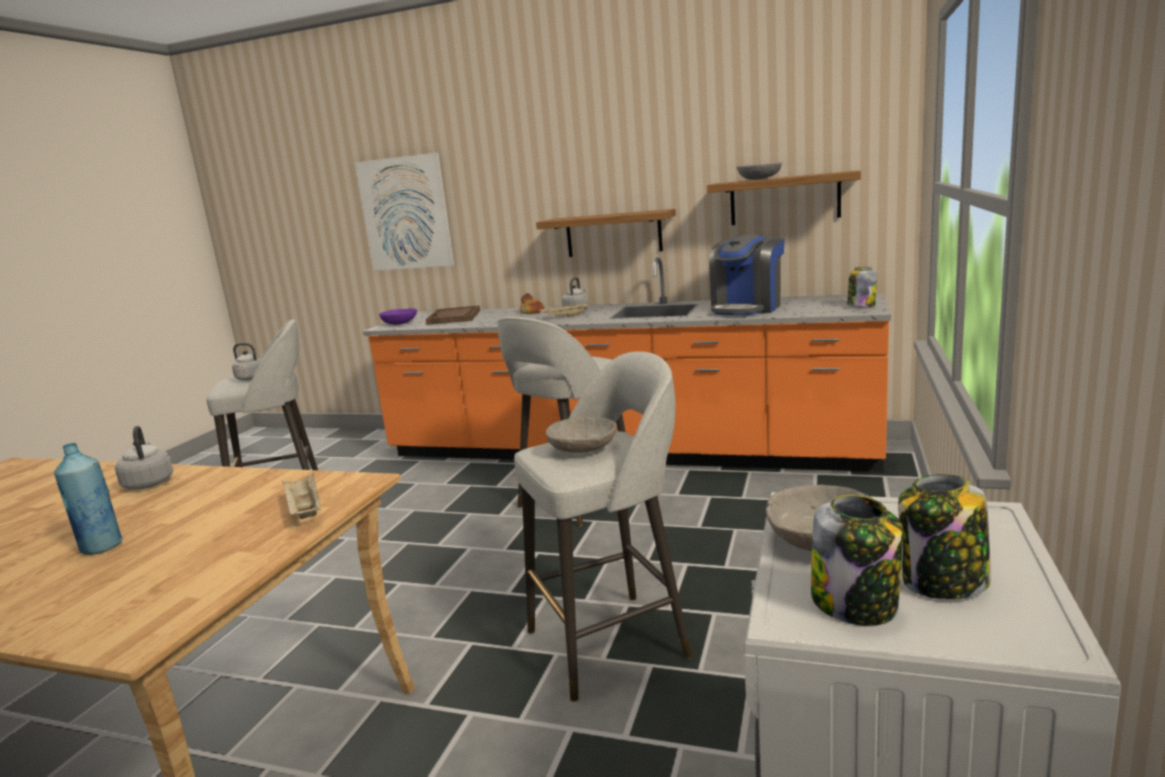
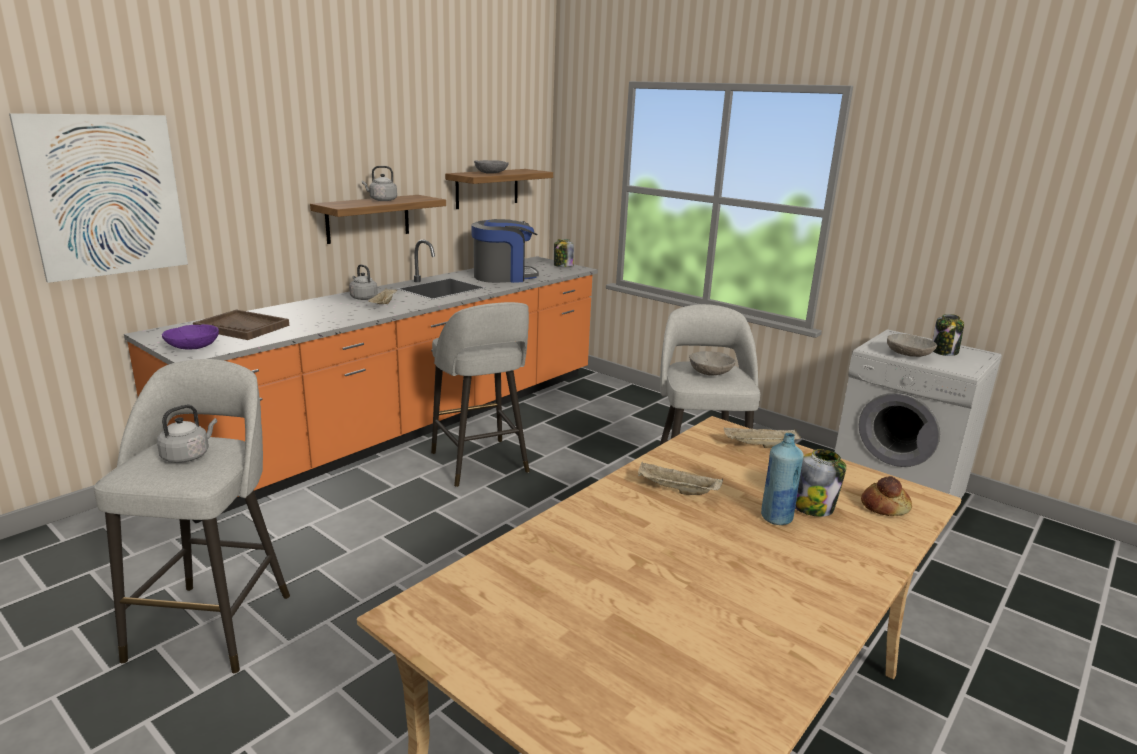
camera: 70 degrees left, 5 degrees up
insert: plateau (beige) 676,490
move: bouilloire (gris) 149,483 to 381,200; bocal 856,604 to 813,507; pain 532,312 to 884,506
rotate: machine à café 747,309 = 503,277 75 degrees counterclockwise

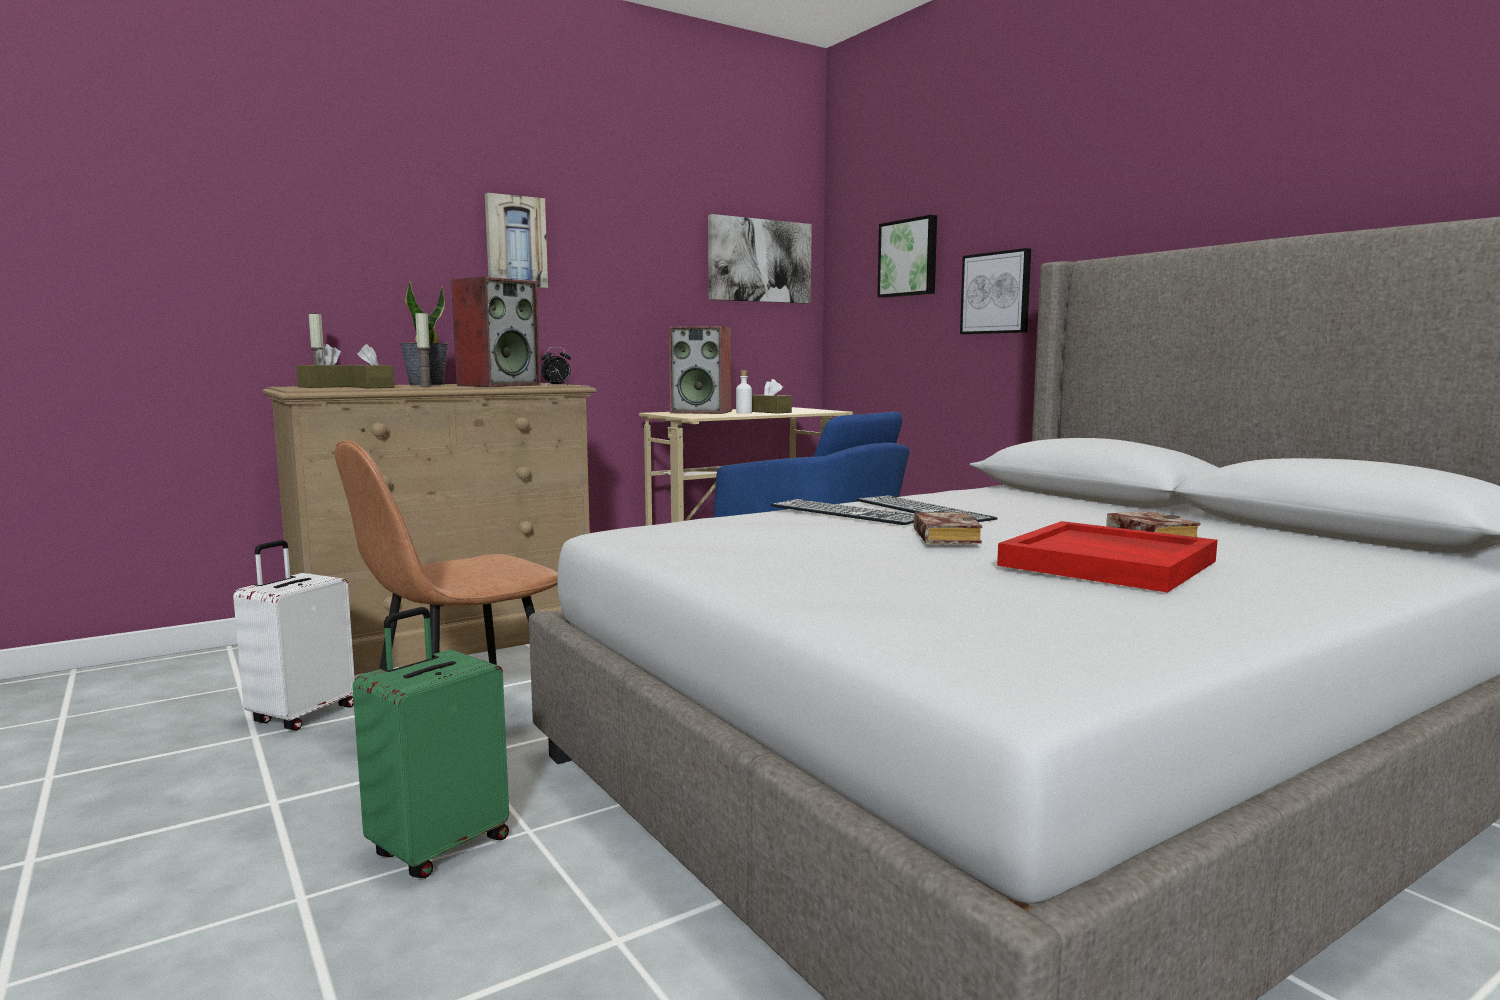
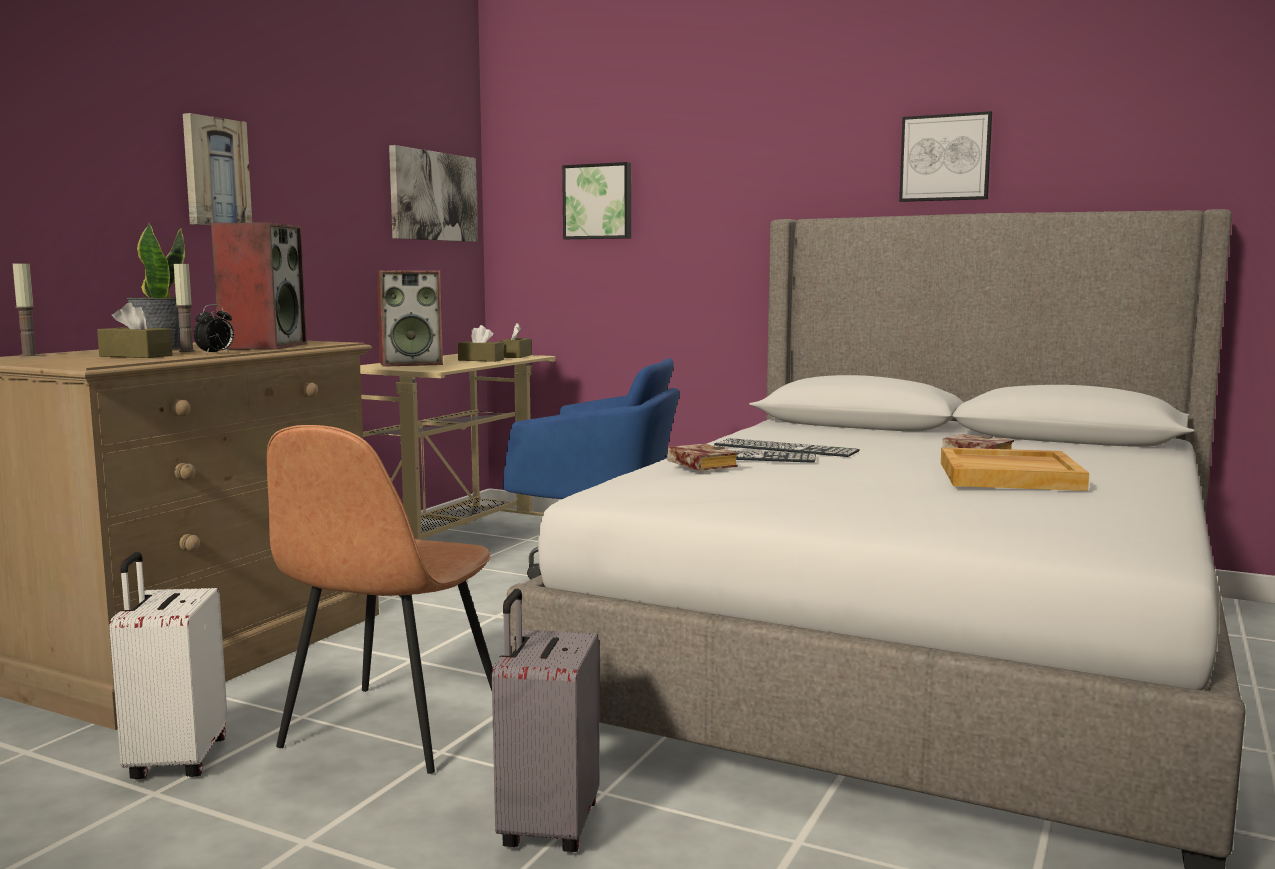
camera: 30 degrees left, 0 degrees up
delete: bouteille (blanc) 744,413
move: réveil 557,385 to 215,354; boîte à mouchoirs (marron) 328,387 to 516,356; livre 942,536 to 698,464; tableau 996,293 to 945,158
recolor: valise (vert) 439,847 to valise (gris) 546,827; plateau (rouge) 1109,563 to plateau (beige) 1010,475

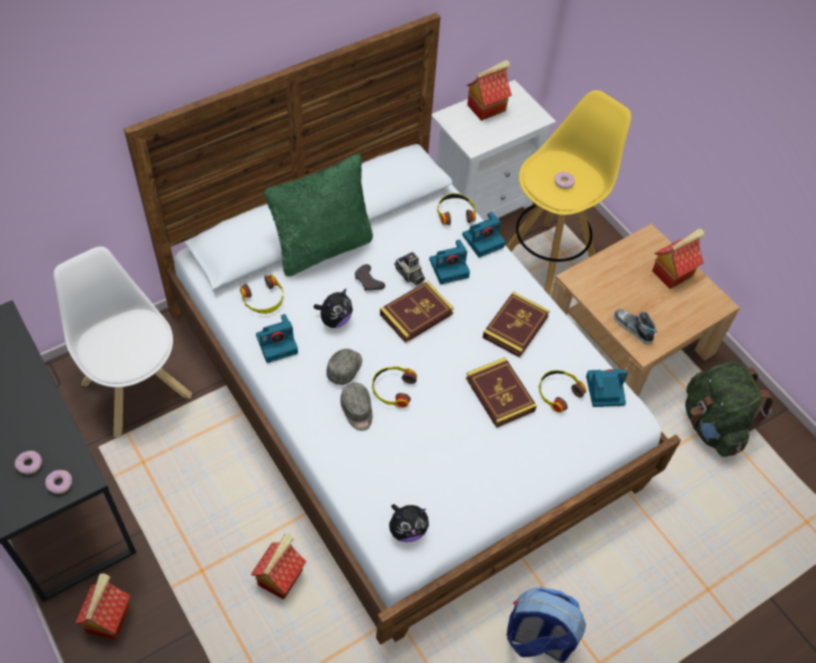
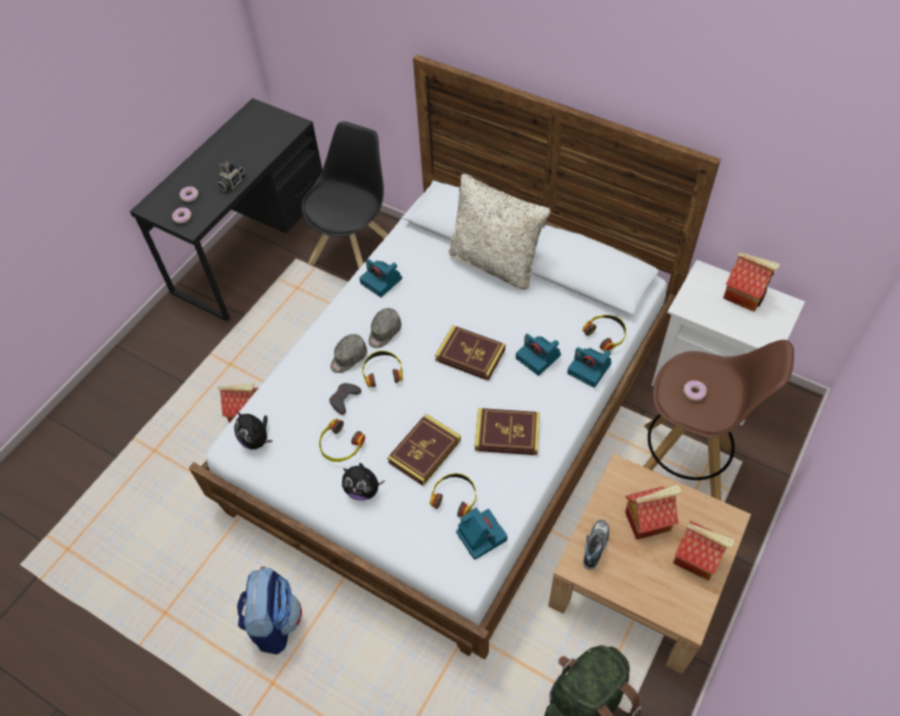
camera: 70 degrees right, 0 degrees up
move: appareil photo 409,275 to 231,182; casque audio 264,299 to 340,445; manette (gris) 368,281 to 344,399; peluche 335,320 to 363,490; maison miniature 108,617 to 648,520
recolor: chaise (blanc) 135,387 to chaise (noir) 355,251; coussin (vert) 324,249 to coussin (beige) 495,266; tabouret (jaune) 547,260 to tabouret (marron) 683,466
rotate: casquette (gris) 345,369 = 384,333 120 degrees clockwise

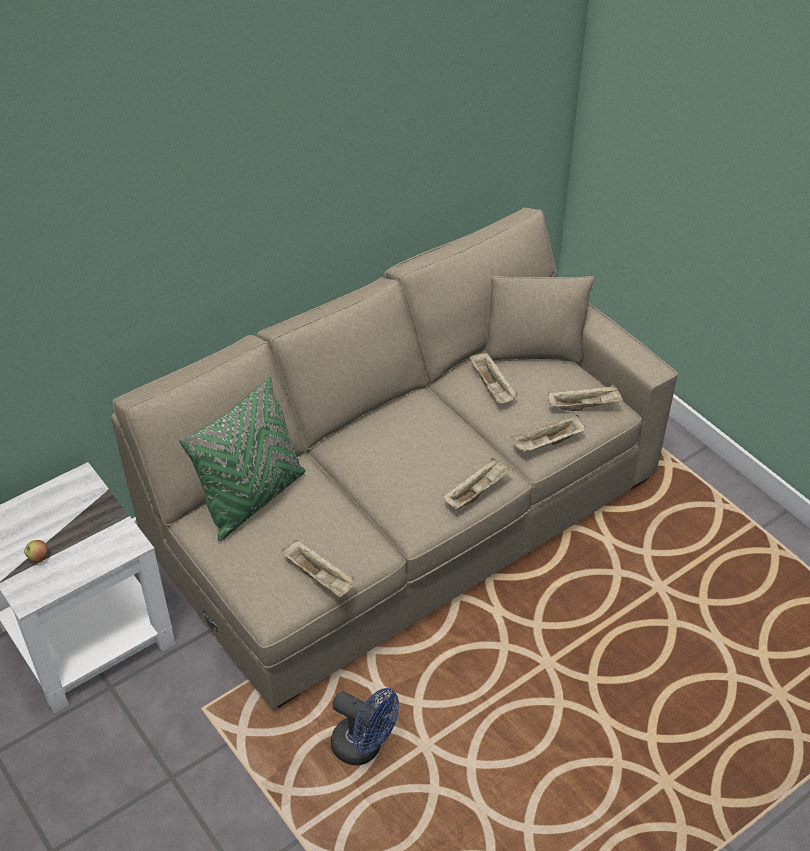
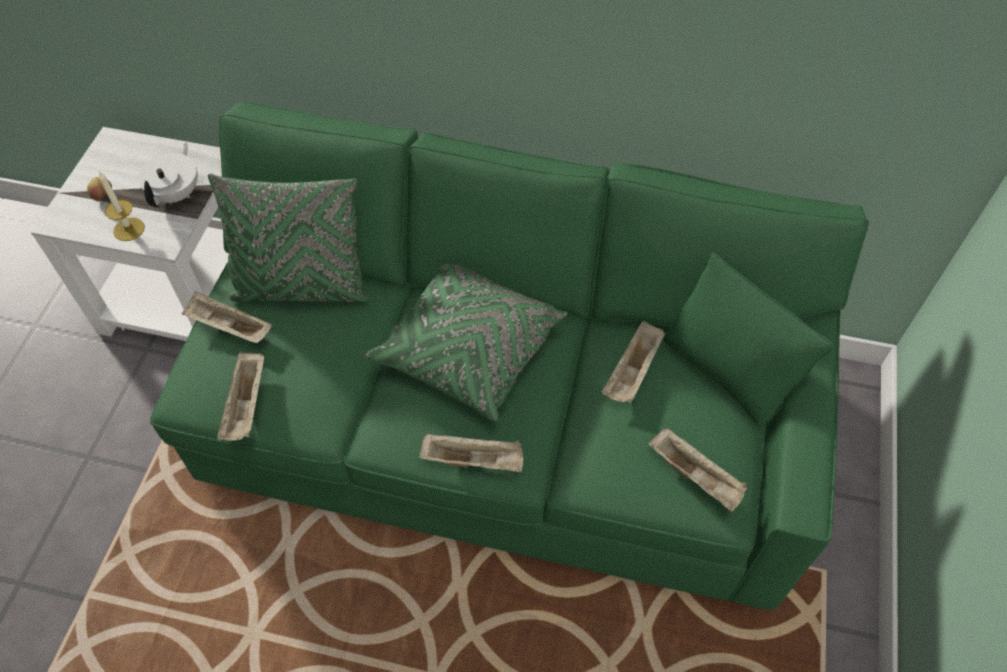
camera: 50 degrees right, 10 degrees up
delete: ventilateur (bleu) 364,747
insert: bougie 129,229; théière (blanc) 177,194; coussin (vert) 469,349
move: plateau (beige) 547,443 to 229,327
recolor: canapé (beige) 404,515 to canapé (vert) 504,420

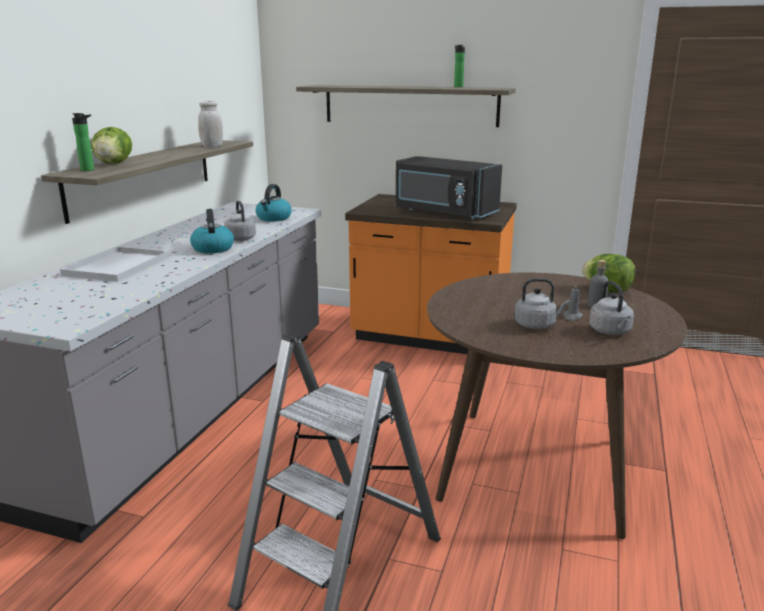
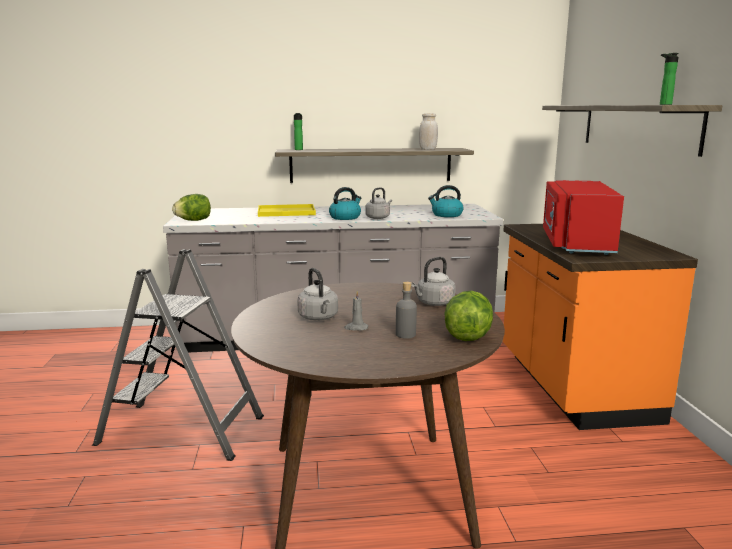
camera: 65 degrees right, 5 degrees down
move: laitue 113,163 to 194,220; bouilloire (gris) 611,332 to 433,303
recolor: plateau (blanc) 118,265 to plateau (jaune) 287,212; micro-ondes (noir) 443,212 to micro-ondes (rouge) 575,243

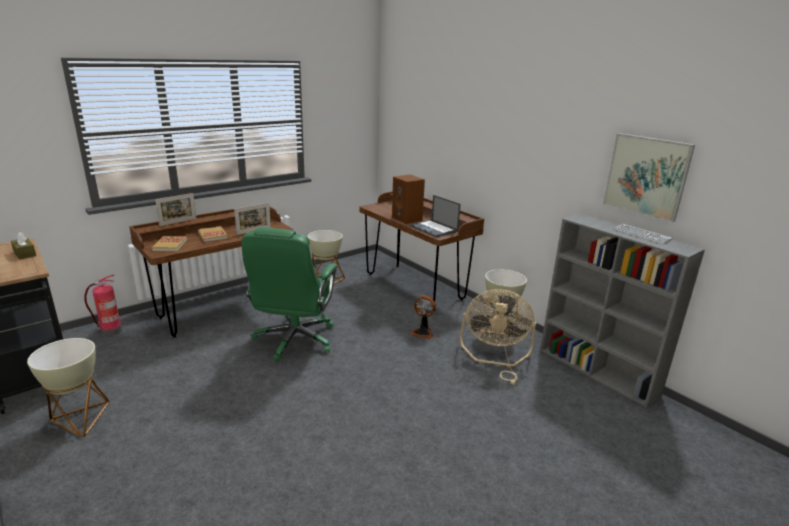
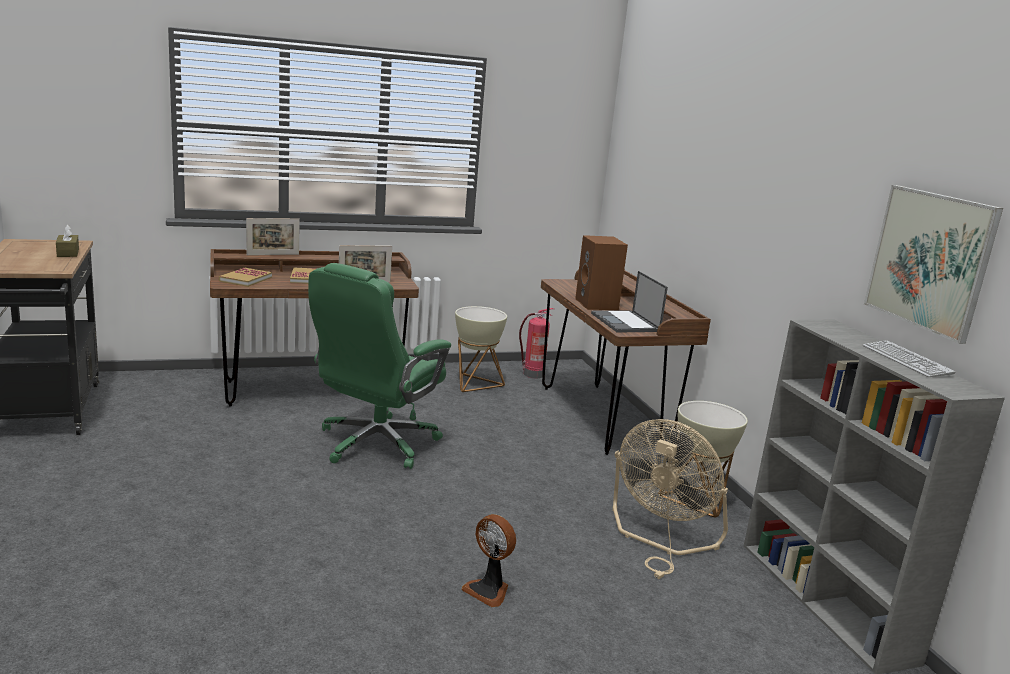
camera: 20 degrees right, 5 degrees down
delete: cache-pot 80,419
move: ventilateur 423,332 to 489,590; extincteur 110,332 to 532,374

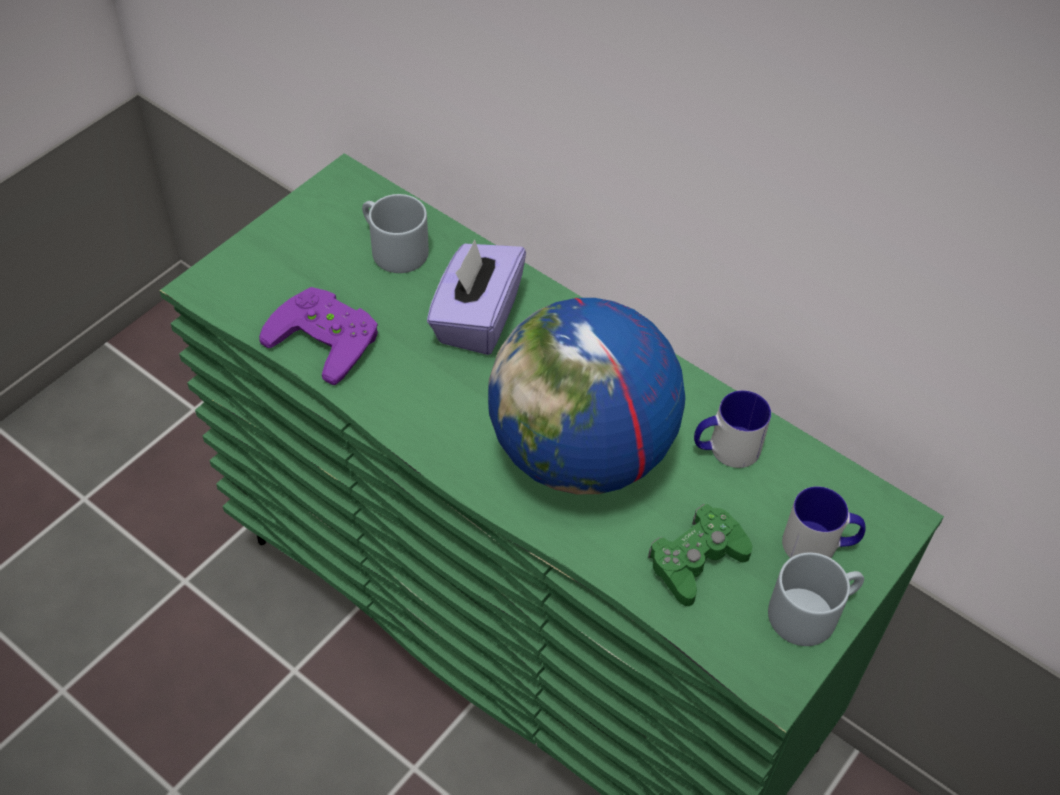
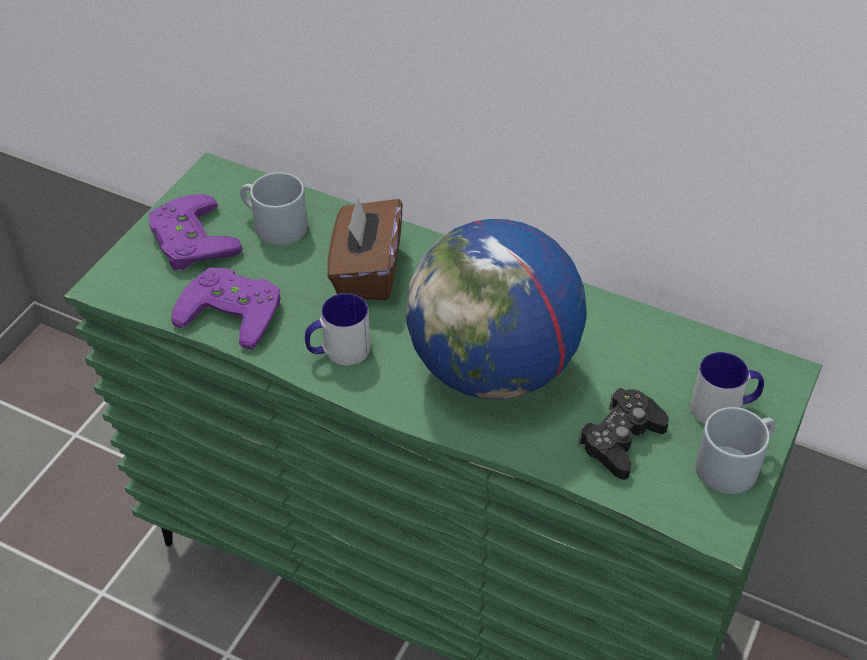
camera: 10 degrees left, 5 degrees down
insert: manette (violet) 187,240
move: mug 725,449 to 338,351
recolor: boîte à mouchoirs (violet) 476,318 to boîte à mouchoirs (marron) 366,271; manette (vert) 696,560 to manette (noir) 621,439

